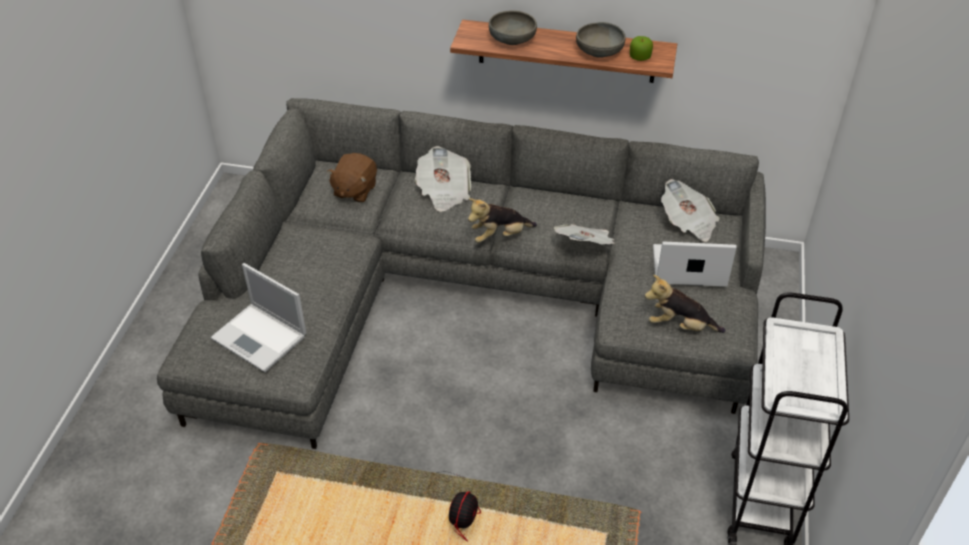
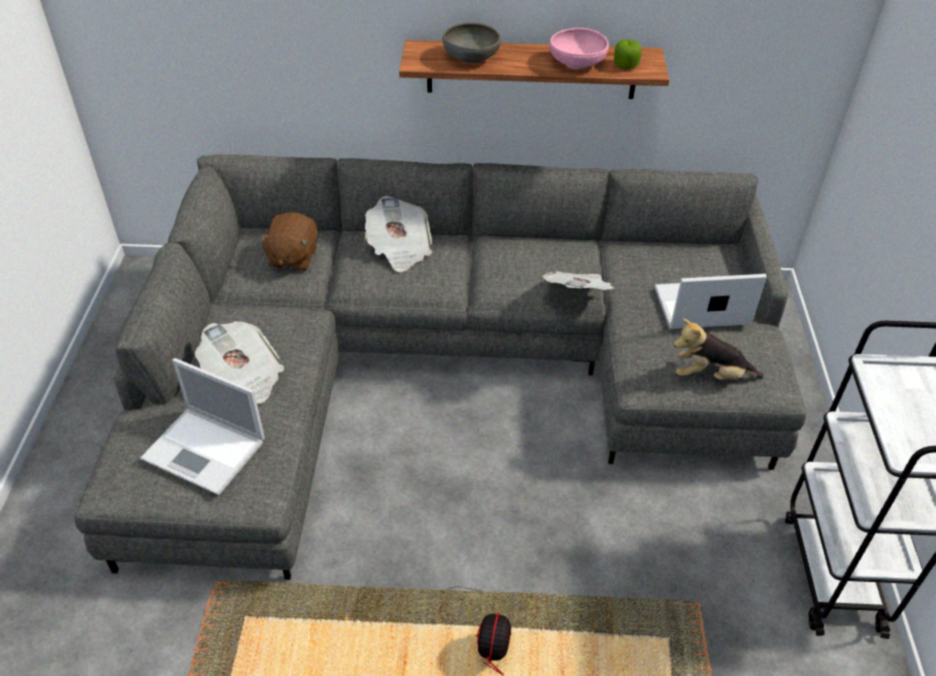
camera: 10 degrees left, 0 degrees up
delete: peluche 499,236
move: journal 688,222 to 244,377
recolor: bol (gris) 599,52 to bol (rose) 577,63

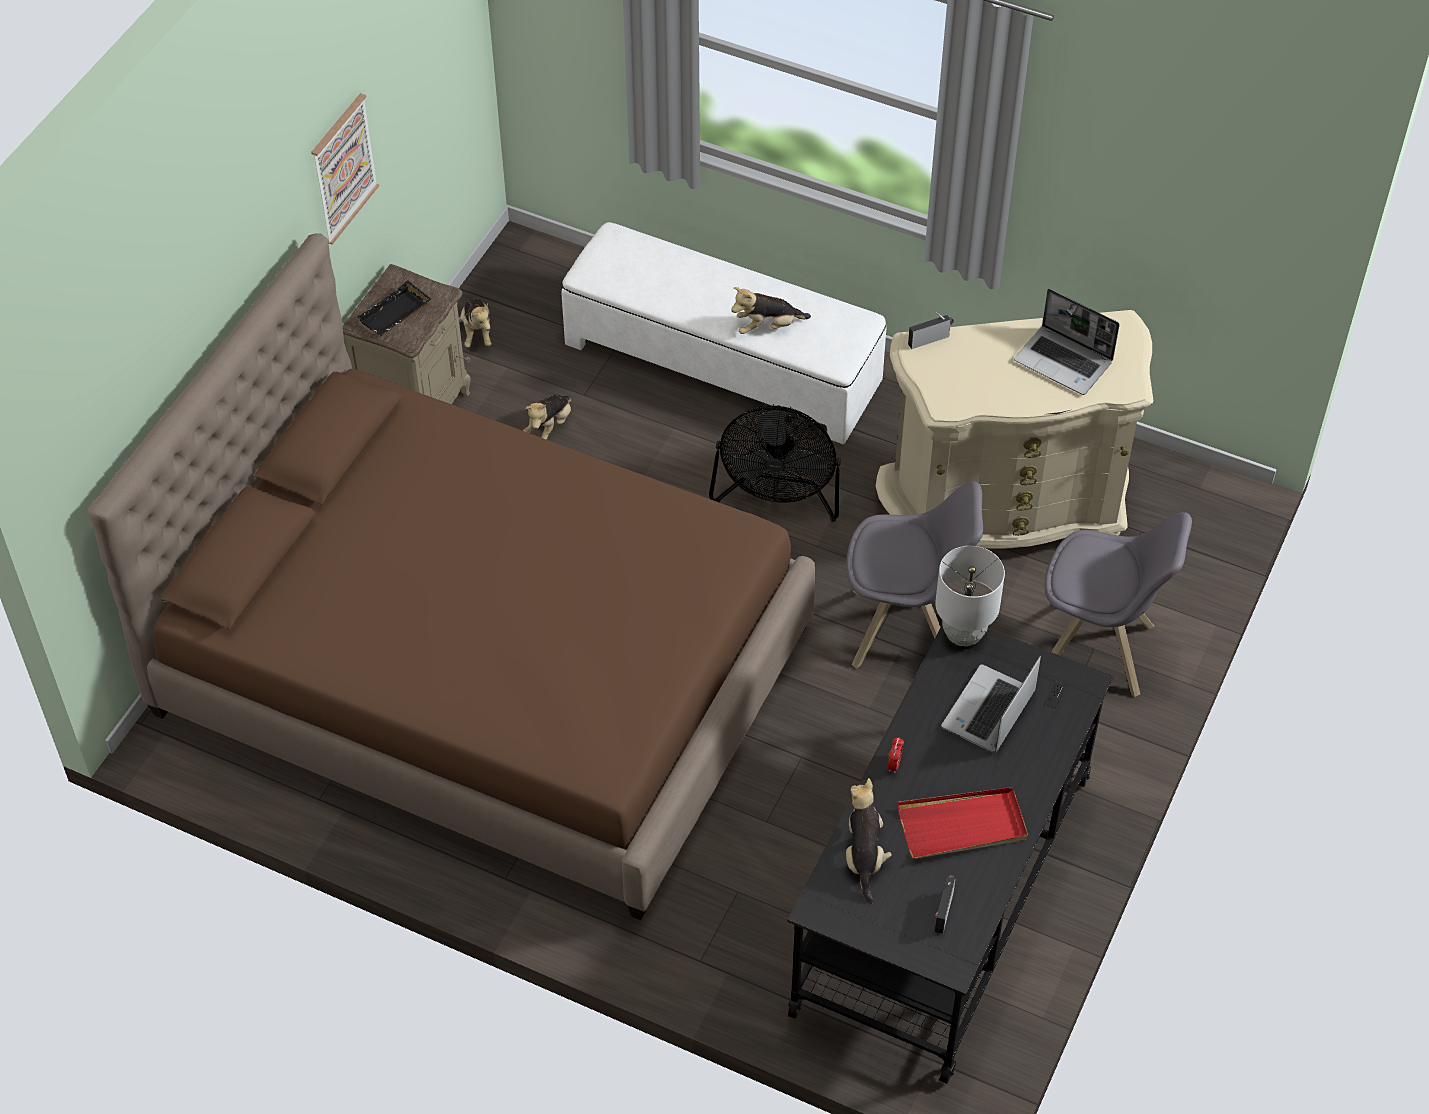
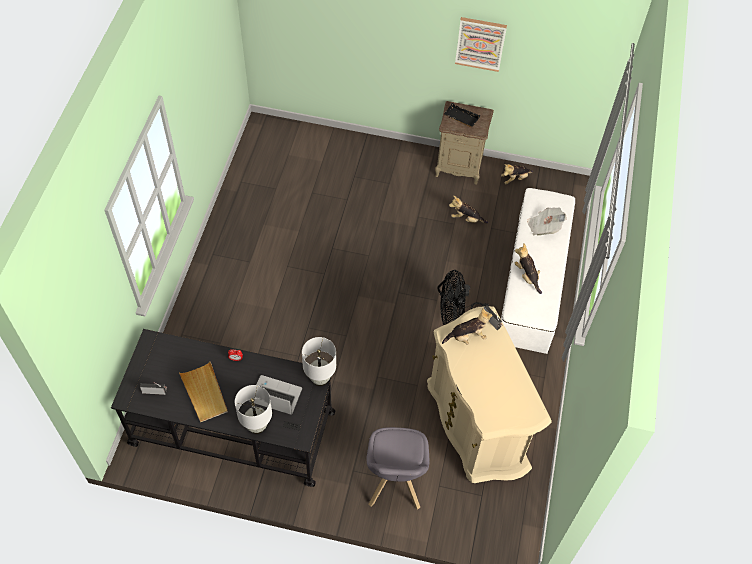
camera: 75 degrees right, 5 degrees up
delete: lit (marron) 483,669; chaise (gris) 904,630; ordinateur portable 1064,362
insert: lampe de table (blanc) 256,425; journal 544,227
move: peluche 864,856 to 467,336
recolor: plateau (rouge) 962,825 to plateau (beige) 204,393

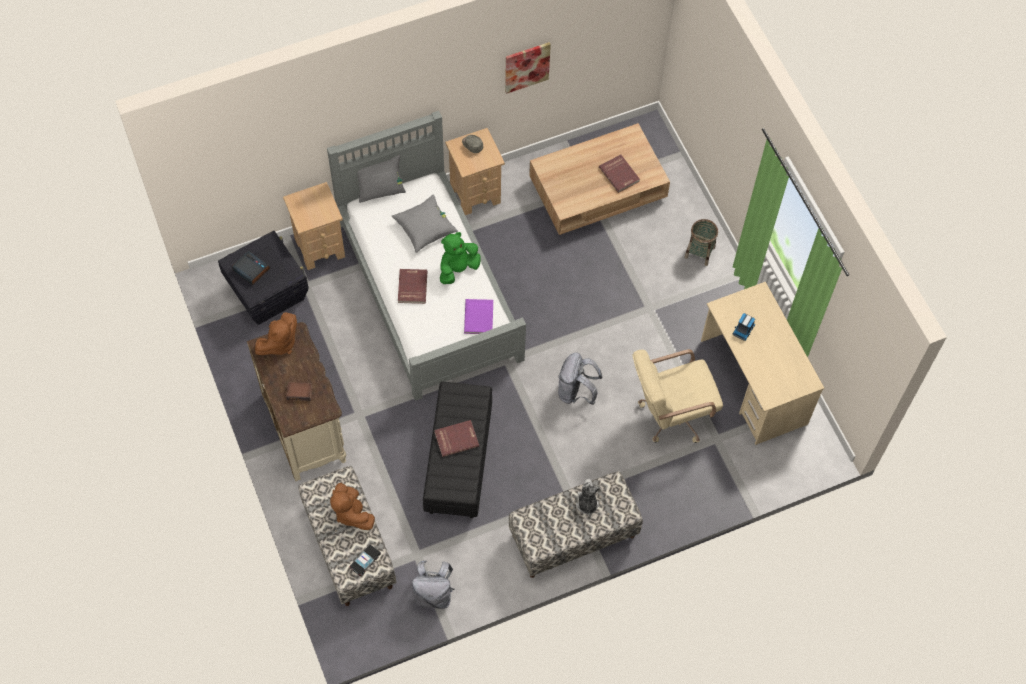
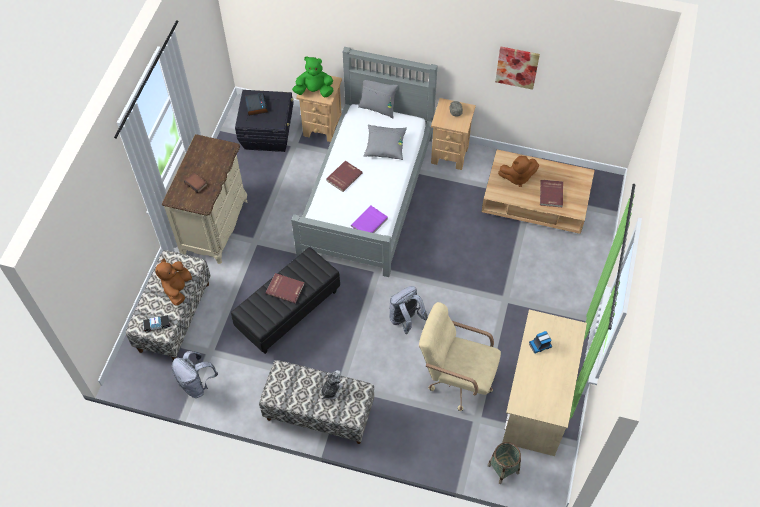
camera: 40 degrees right, 5 degrees down
move: peluche (vert) 458,268 to 314,91; panier 699,252 to 503,469; peluche (marron) 279,343 to 517,177

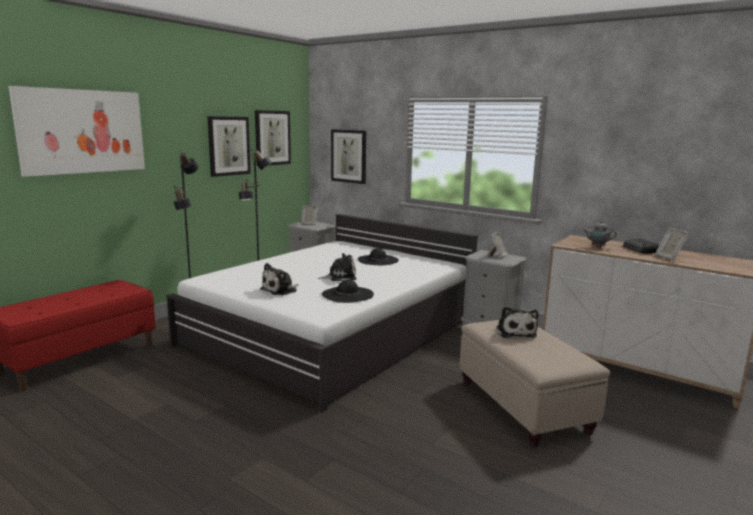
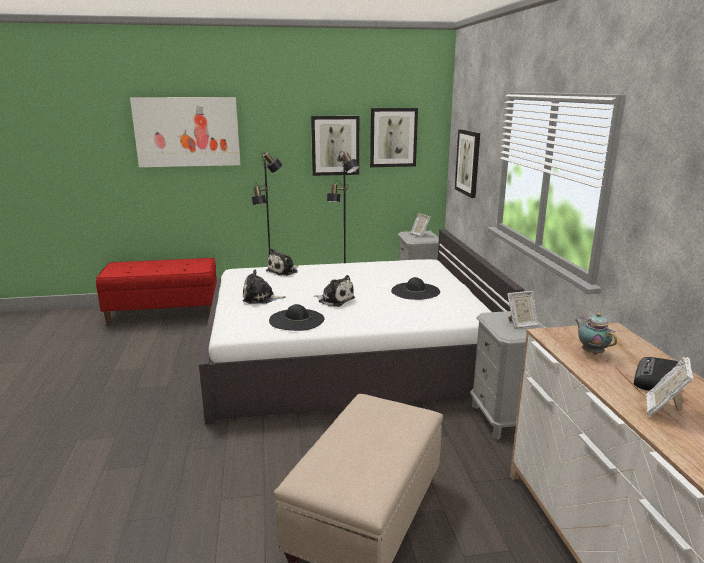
camera: 45 degrees right, 5 degrees up
move: peluche 515,332 to 284,271

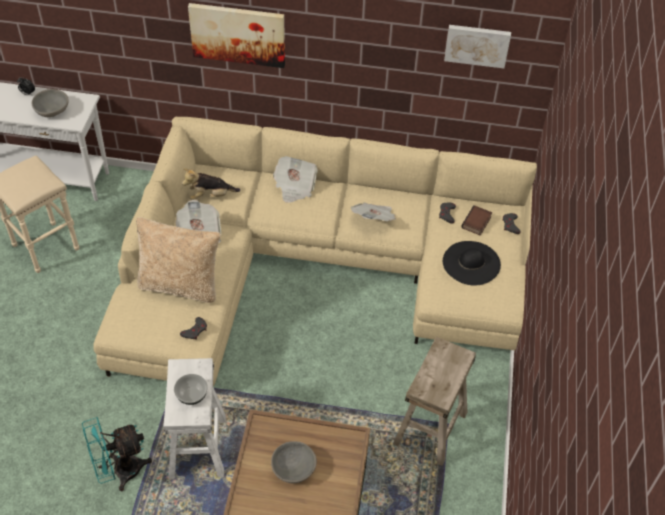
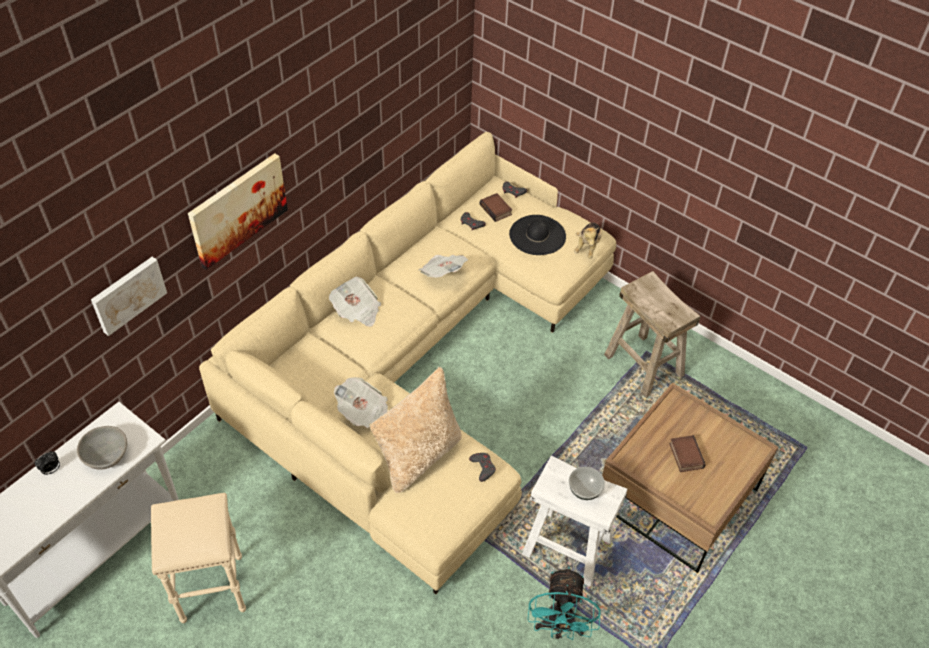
camera: 60 degrees left, 0 degrees up
move: tableau 477,44 to 128,294; peluche 210,196 to 587,246
replace: bol (gris) 293,468 to livre 685,455

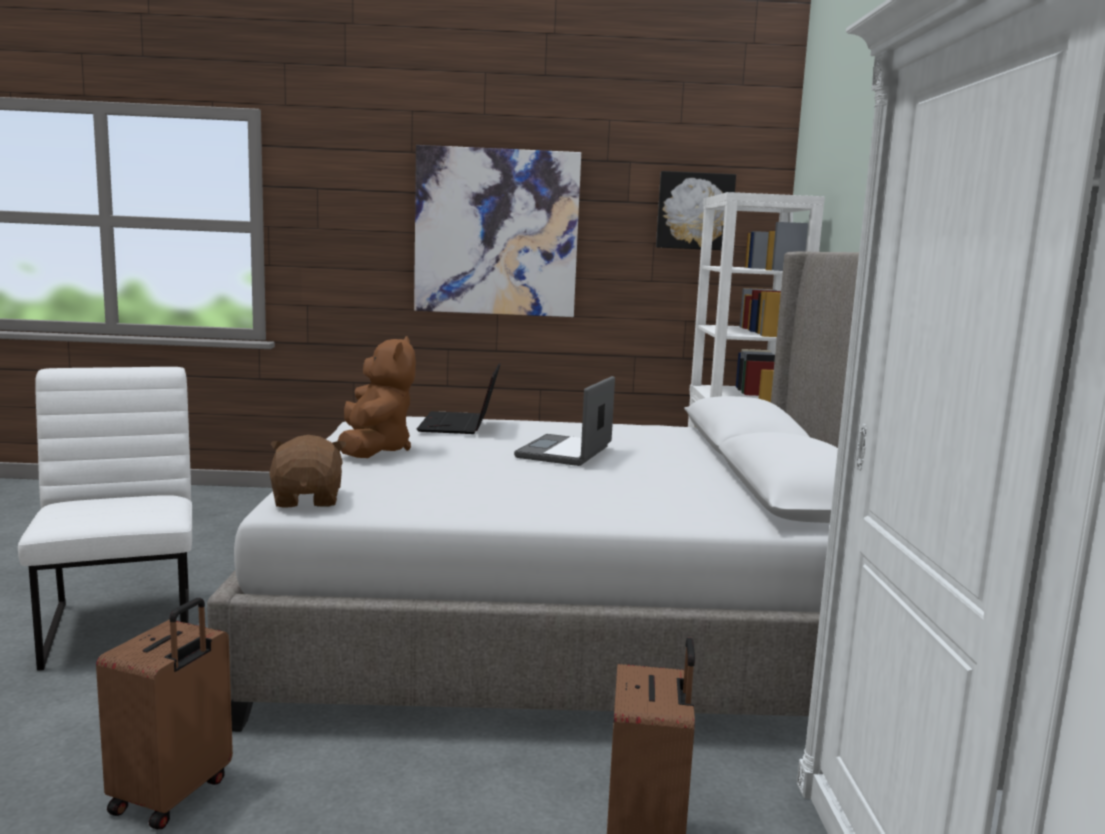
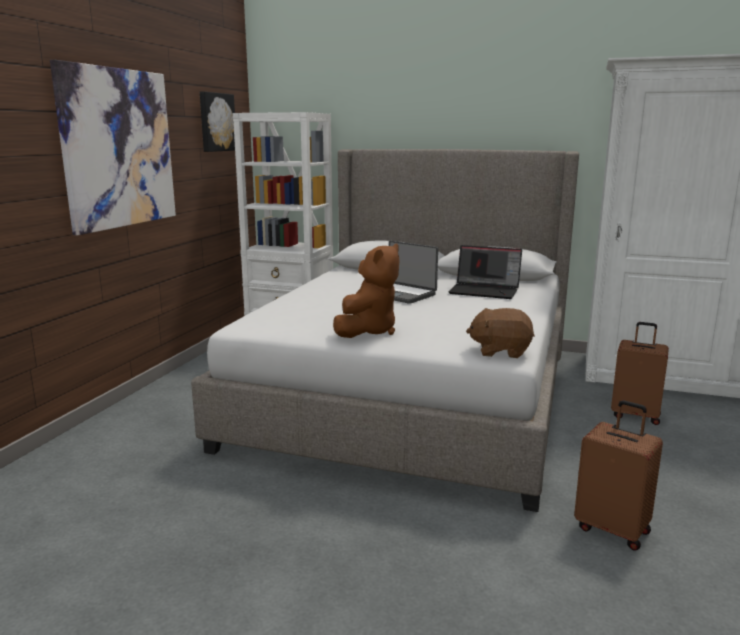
camera: 70 degrees left, 5 degrees up
delete: chaise (blanc) 122,624
move: ordinateur portable 460,425 to 485,291
rotate: peluche (marron) 374,450 = 368,331 105 degrees clockwise

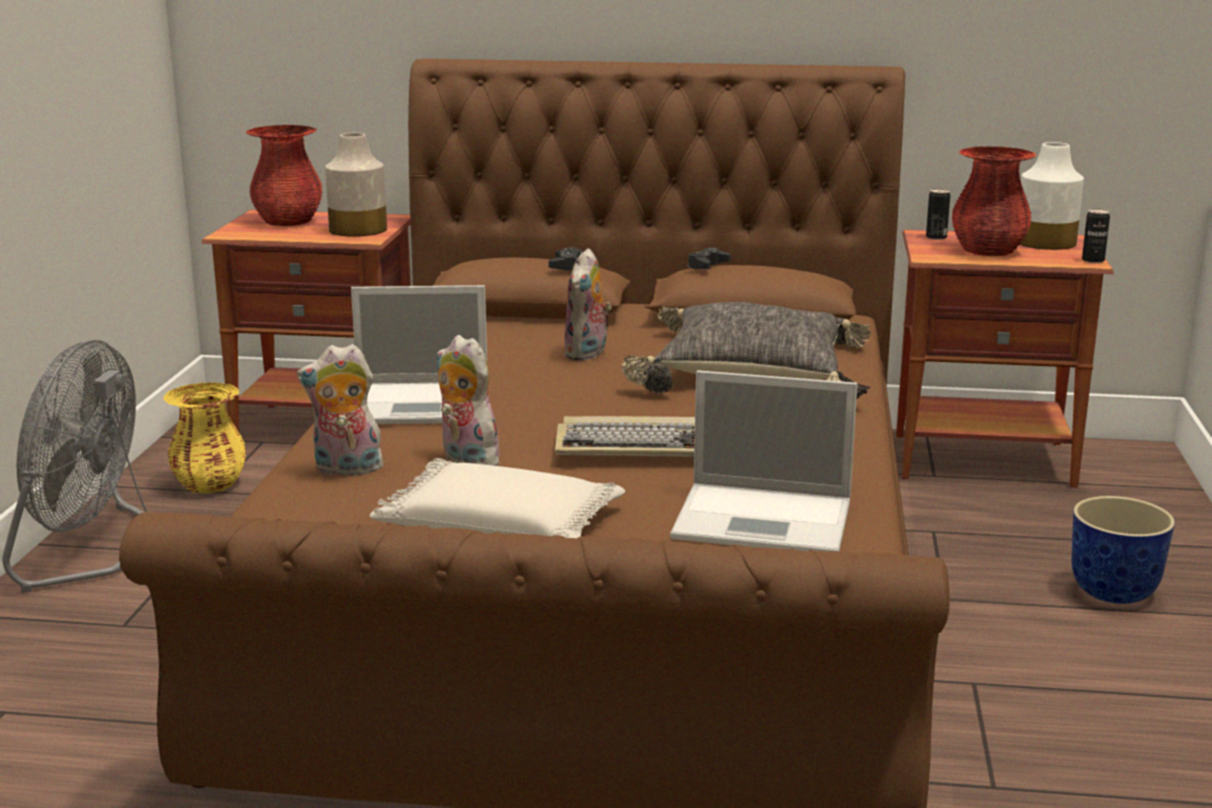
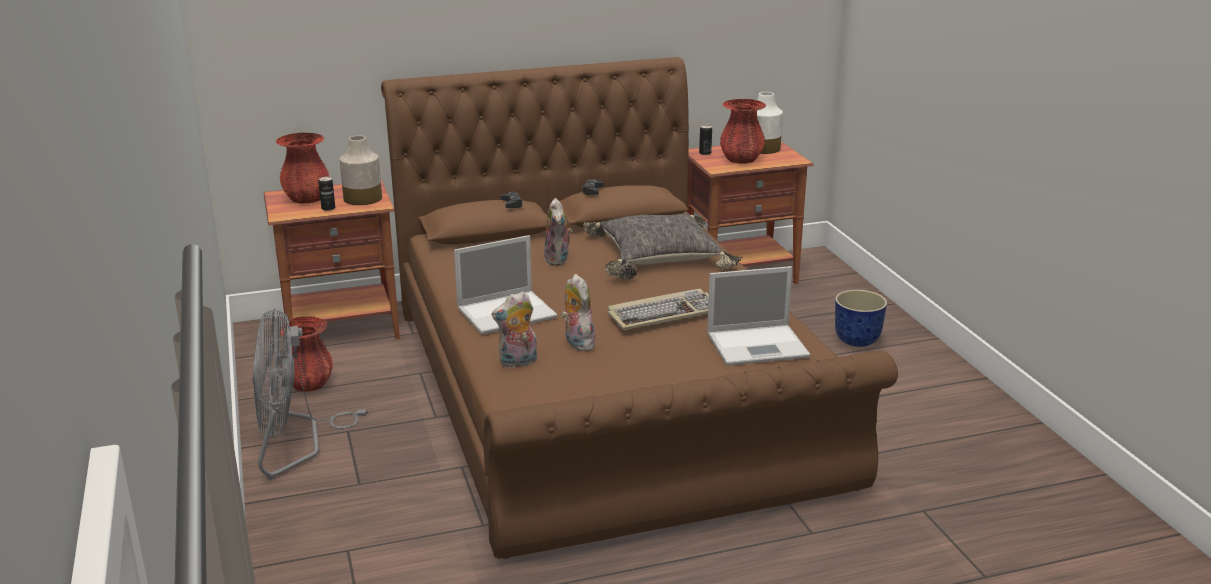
camera: 25 degrees left, 5 degrees up
delete: coussin (blanc) 499,520
move: boîte métallique 1093,260 to 328,208
recolor: vase (jaune) 210,485 to vase (rouge) 309,384
rotate: peluche 465,460 = 577,343 45 degrees clockwise

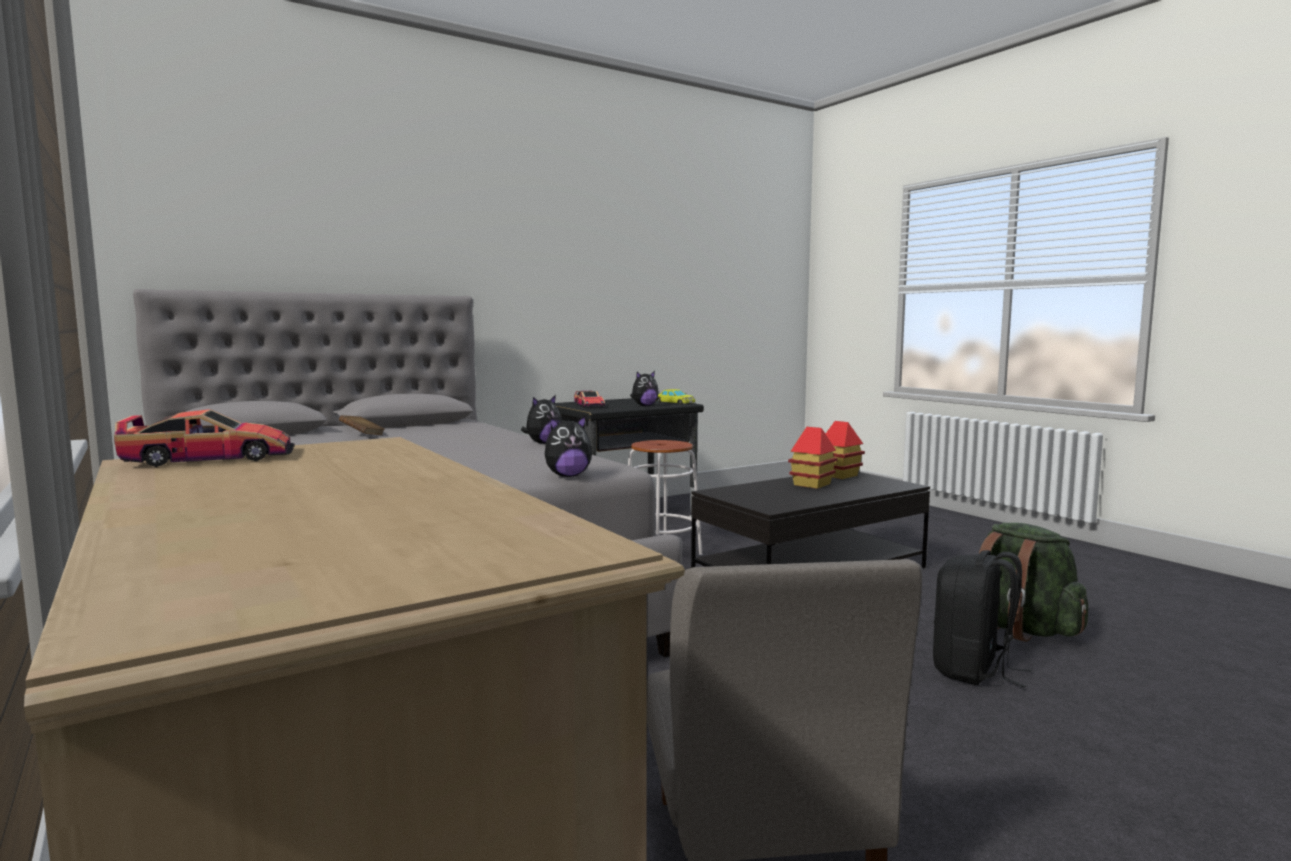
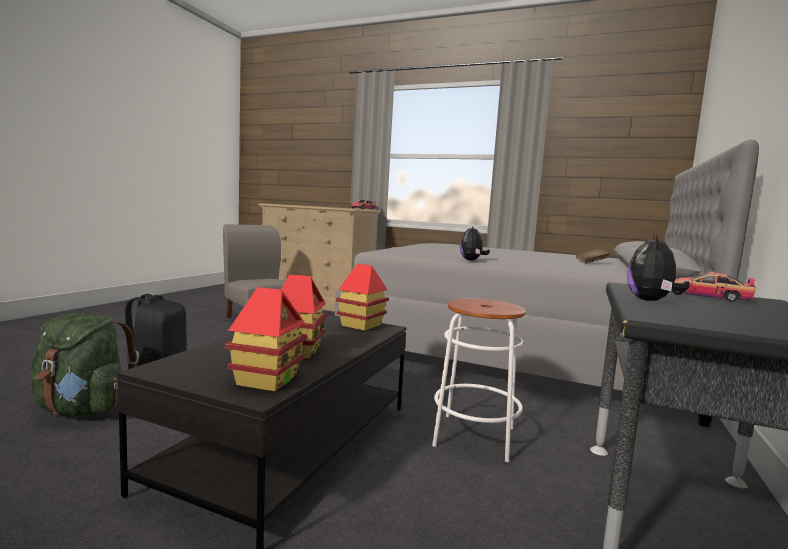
camera: 145 degrees right, 0 degrees up
delete: peluche 567,476; petite voiture (jaune) 674,402
insert: maison miniature 361,325

